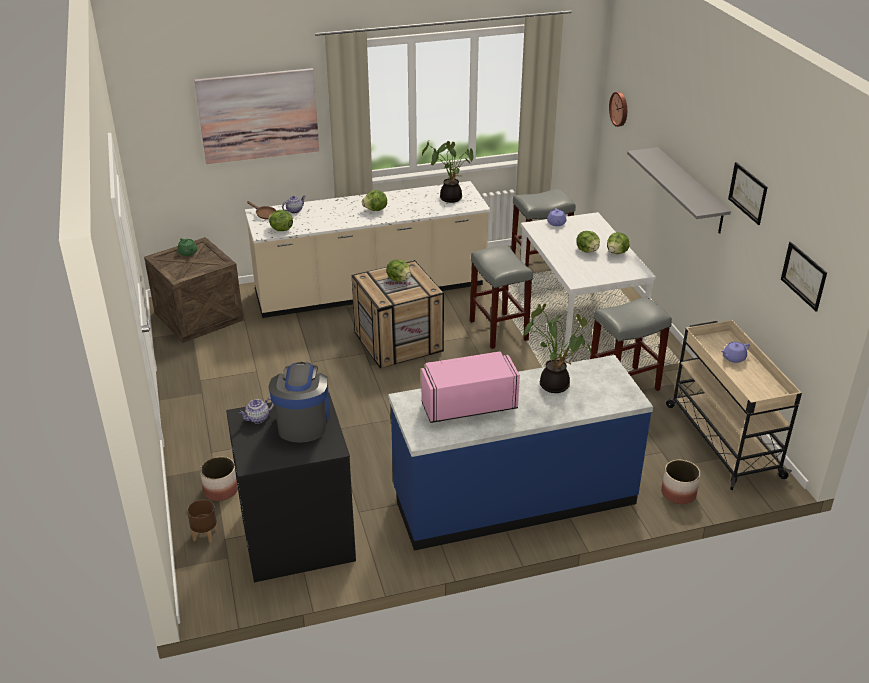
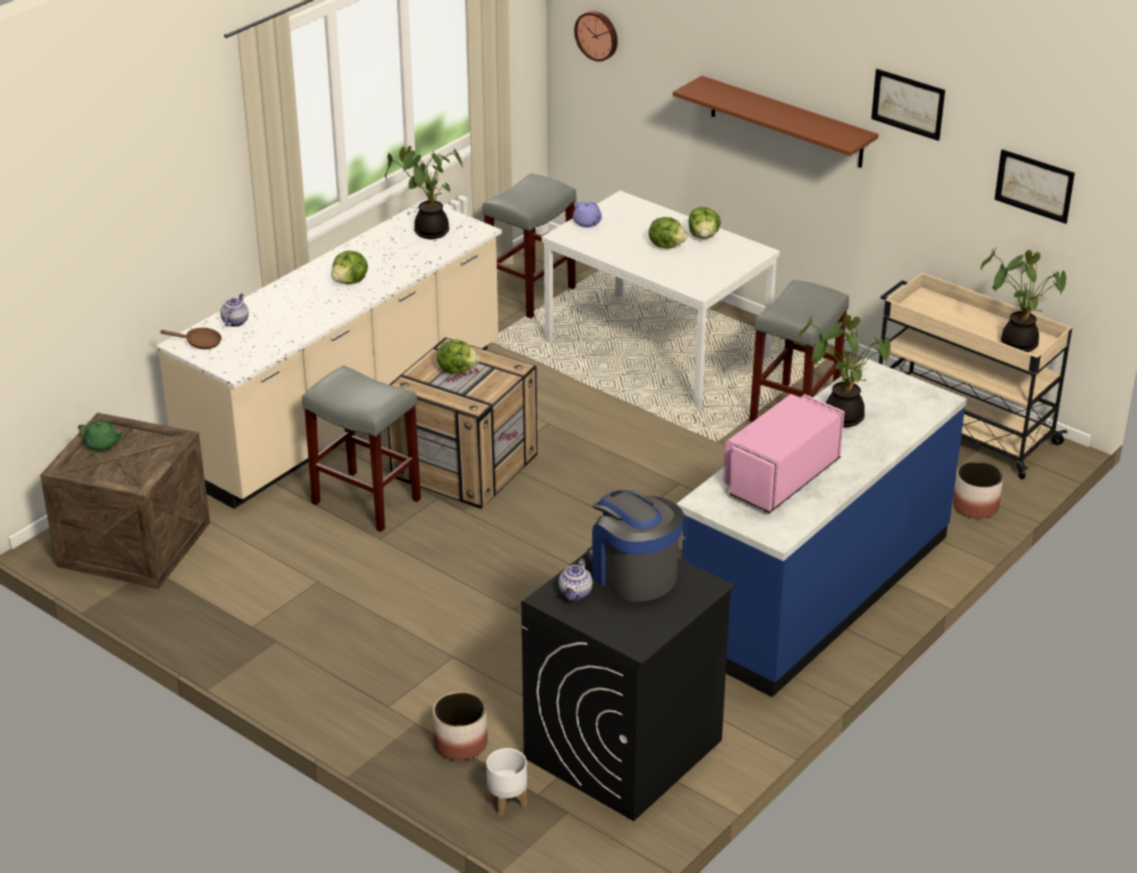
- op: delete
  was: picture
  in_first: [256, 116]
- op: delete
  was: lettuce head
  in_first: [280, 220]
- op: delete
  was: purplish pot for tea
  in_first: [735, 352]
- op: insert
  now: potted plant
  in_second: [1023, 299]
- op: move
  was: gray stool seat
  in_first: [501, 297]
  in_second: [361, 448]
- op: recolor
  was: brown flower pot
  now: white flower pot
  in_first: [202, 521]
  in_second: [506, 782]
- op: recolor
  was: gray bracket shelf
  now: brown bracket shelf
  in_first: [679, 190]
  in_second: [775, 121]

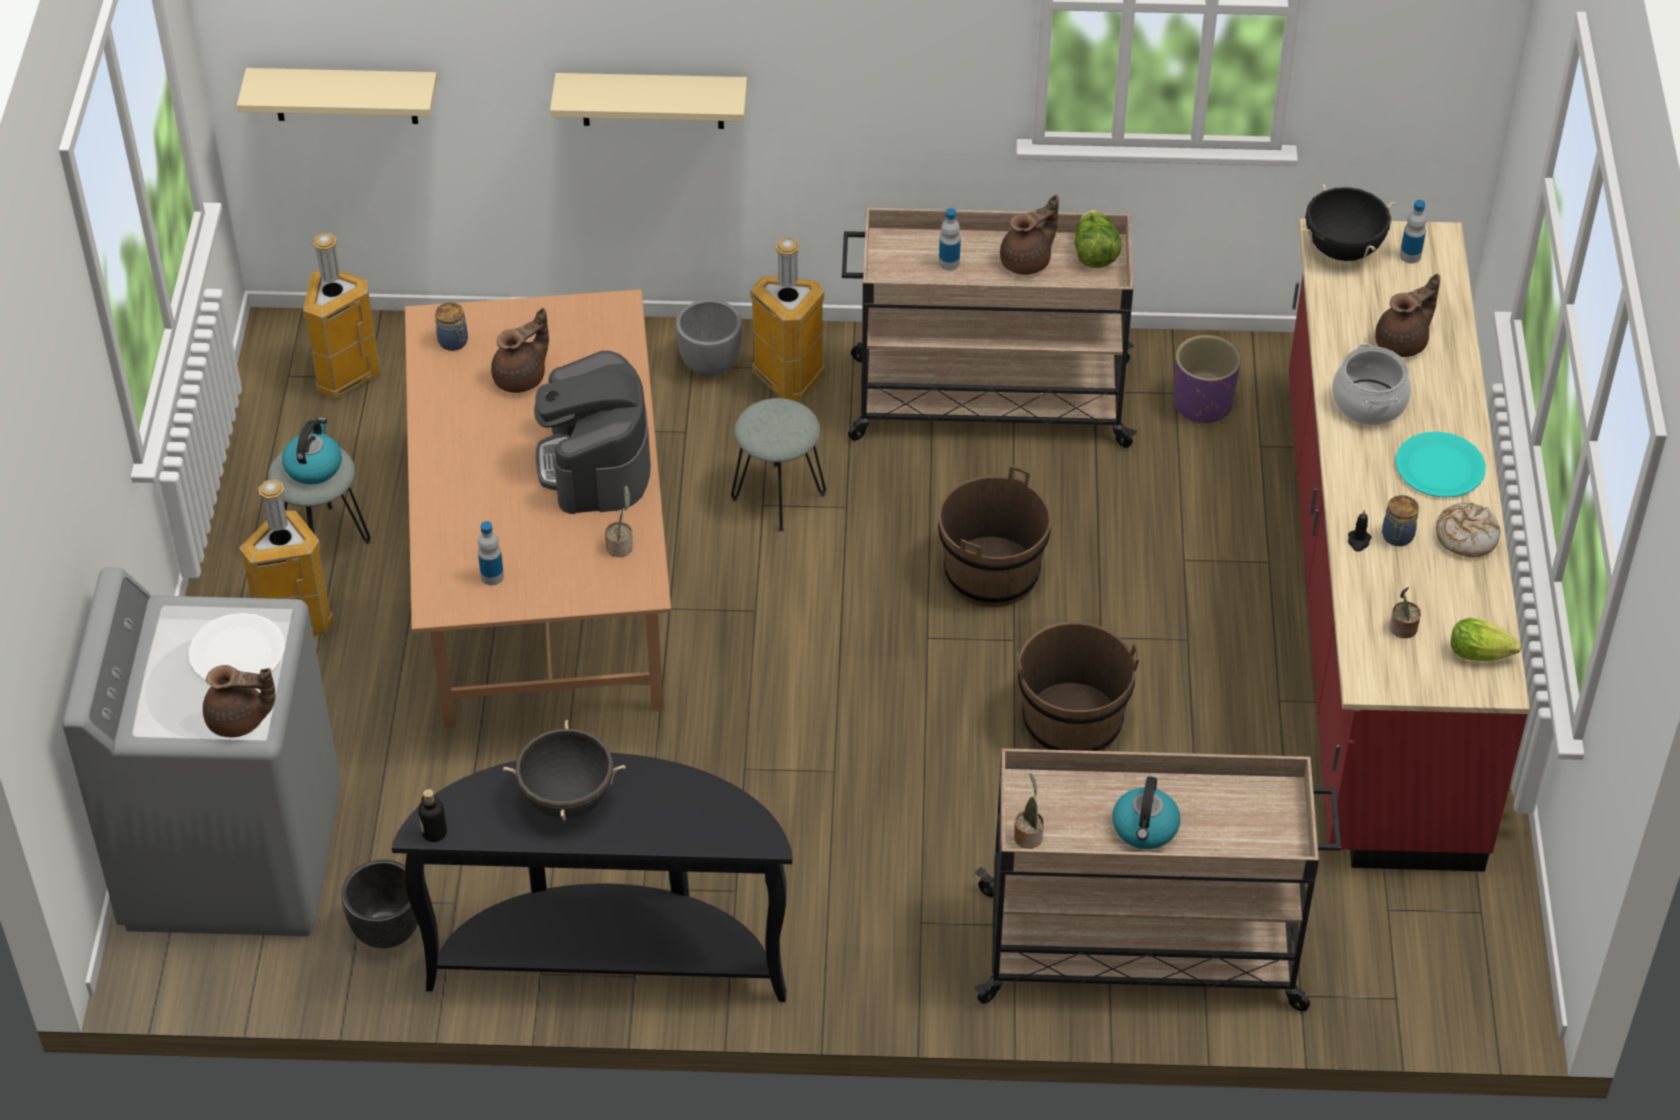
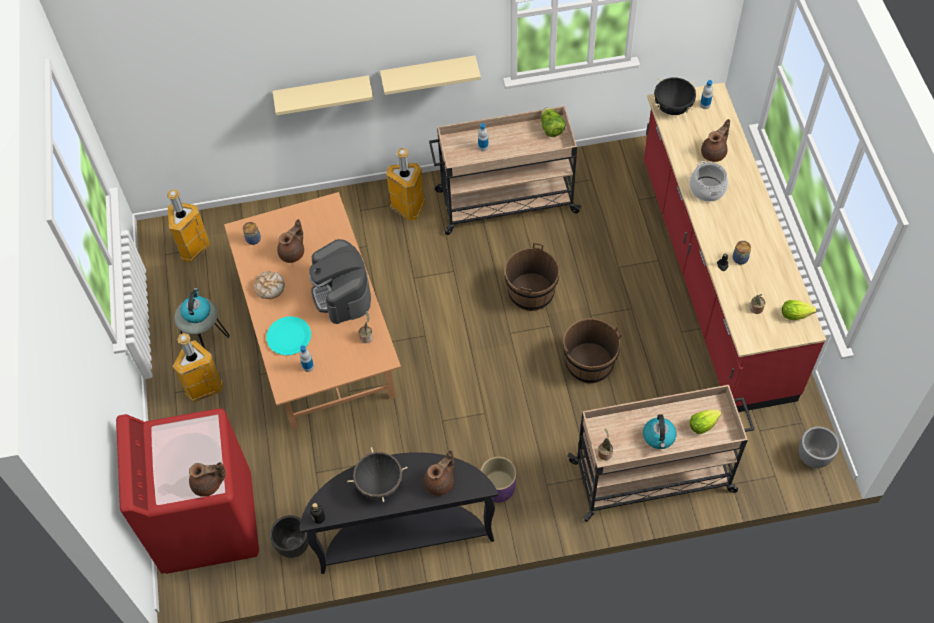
- op: delete
  was: white flat dish
  in_first: [237, 647]
- op: delete
  was: gray stool seat
  in_first: [778, 465]
- op: insert
  now: lettuce head
  in_second: [705, 422]
- op: move
  was: beige bracket shelf
  in_first: [337, 96]
  in_second: [430, 75]
- op: move
  was: gray flower pot
  in_first: [709, 338]
  in_second: [819, 447]
- op: move
  was: brown pot for tea
  in_first: [1029, 235]
  in_second: [439, 473]
- op: move
  was: purplish flower pot
  in_first: [1207, 379]
  in_second: [498, 480]
- op: move
  was: blue-green flat dish
  in_first: [1440, 464]
  in_second: [288, 335]
- op: move
  was: bakery bread
  in_first: [1468, 530]
  in_second: [269, 285]
- op: recolor
  was: gray laundry machine
  now: red-coloured laundry machine
  in_first: [201, 751]
  in_second: [187, 491]

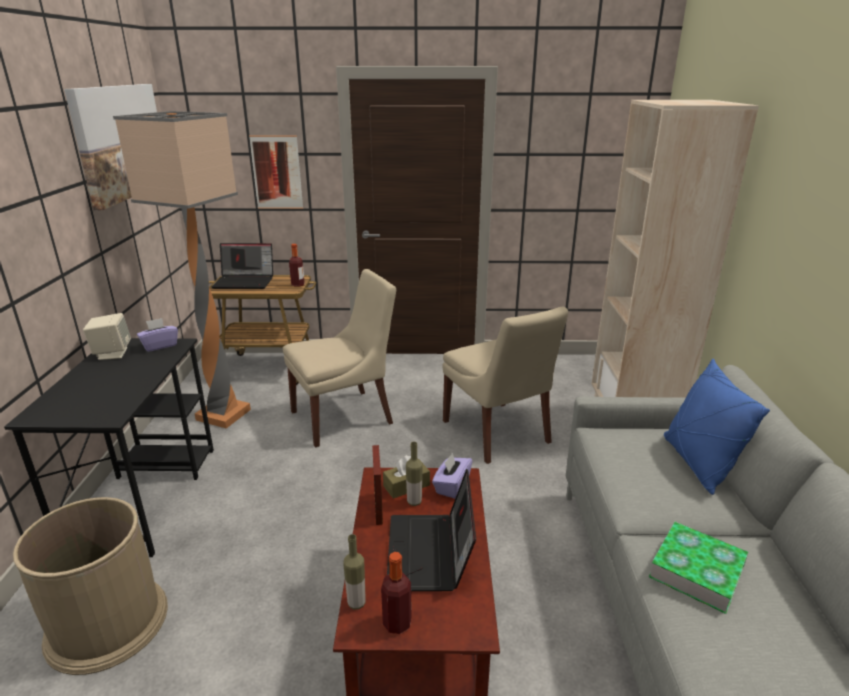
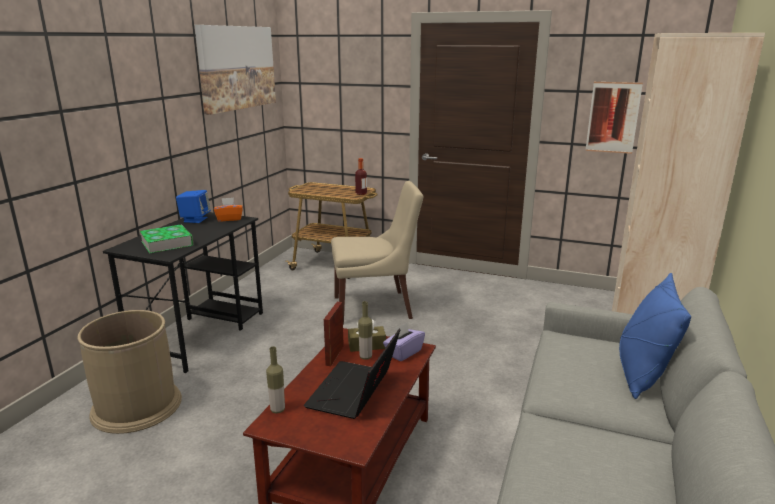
- op: delete
  was: floor lamp
  in_first: [182, 269]
- op: delete
  was: notebook computer
  in_first: [242, 266]
- op: delete
  was: beverage bottle
  in_first: [396, 593]
- op: delete
  was: beige chair
  in_first: [505, 385]
- op: move
  was: picture
  in_first: [276, 172]
  in_second: [614, 118]
- op: move
  was: bound book
  in_first: [698, 568]
  in_second: [167, 239]
- op: recolor
  was: beige loudspeaker
  now: blue-coloured loudspeaker
  in_first: [107, 336]
  in_second: [193, 206]
- op: recolor
  was: purplish tissue box
  now: orange tissue box
  in_first: [157, 335]
  in_second: [228, 209]

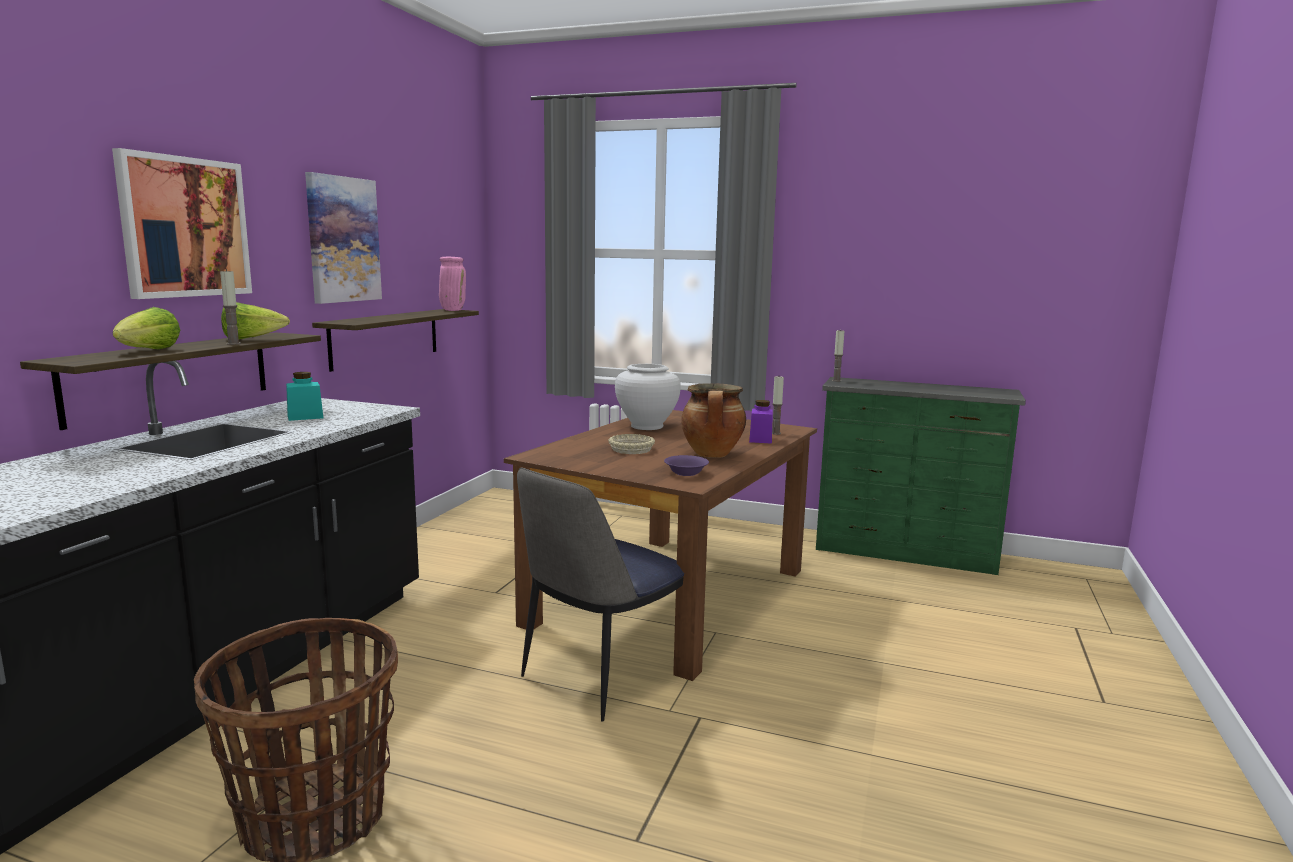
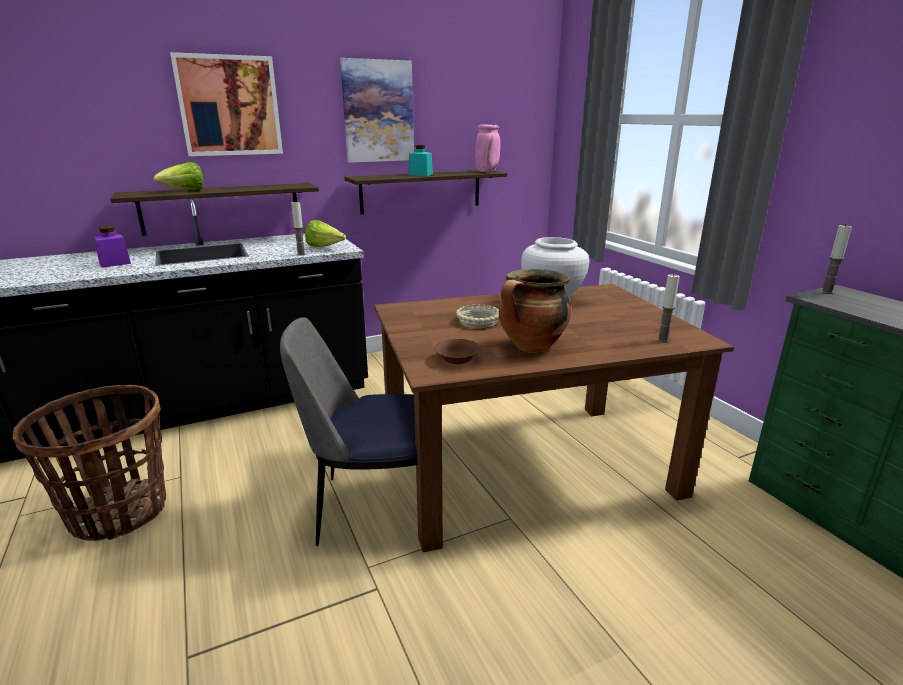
- op: move
  was: candle
  in_first: [230, 307]
  in_second: [298, 228]
- op: move
  was: lettuce head
  in_first: [255, 321]
  in_second: [325, 233]
- op: move
  was: blue-green storage jar
  in_first: [304, 396]
  in_second: [421, 160]
- op: move
  was: purplish storage jar
  in_first: [761, 422]
  in_second: [112, 247]
- op: recolor
  was: purplish serving bowl
  now: brown serving bowl
  in_first: [686, 465]
  in_second: [457, 351]

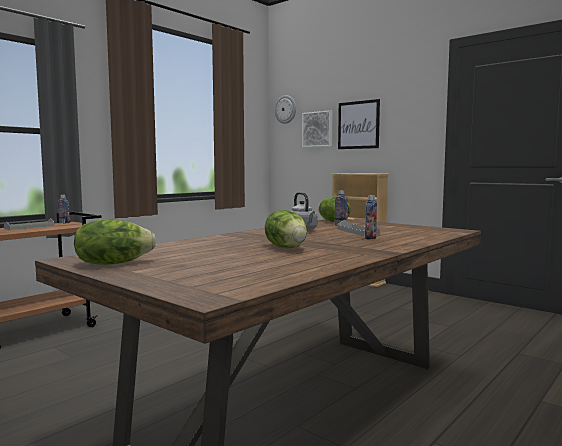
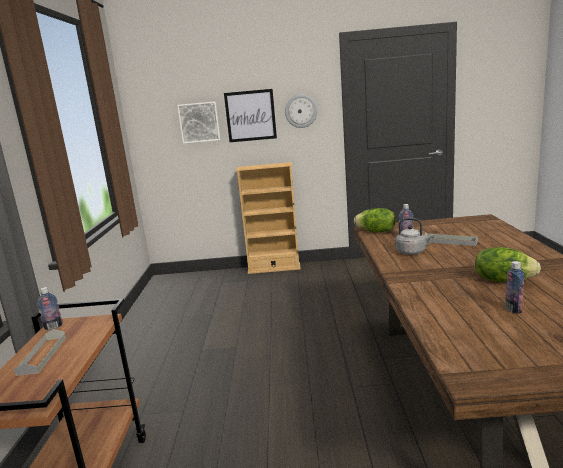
- op: delete
  was: lettuce head
  in_first: [115, 242]
- op: move
  was: hanging clock
  in_first: [285, 109]
  in_second: [301, 111]
- op: move
  was: beverage bottle
  in_first: [371, 217]
  in_second: [514, 287]

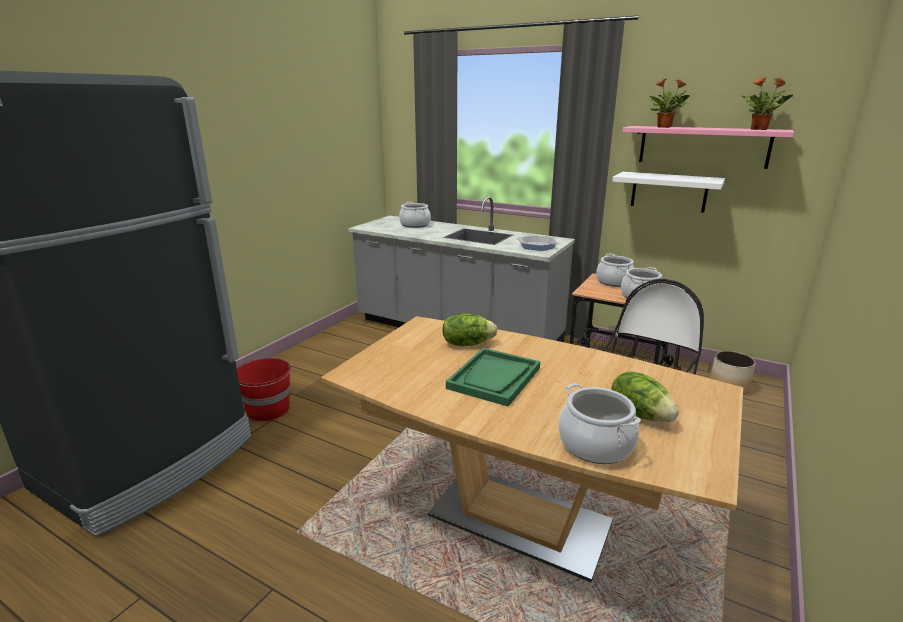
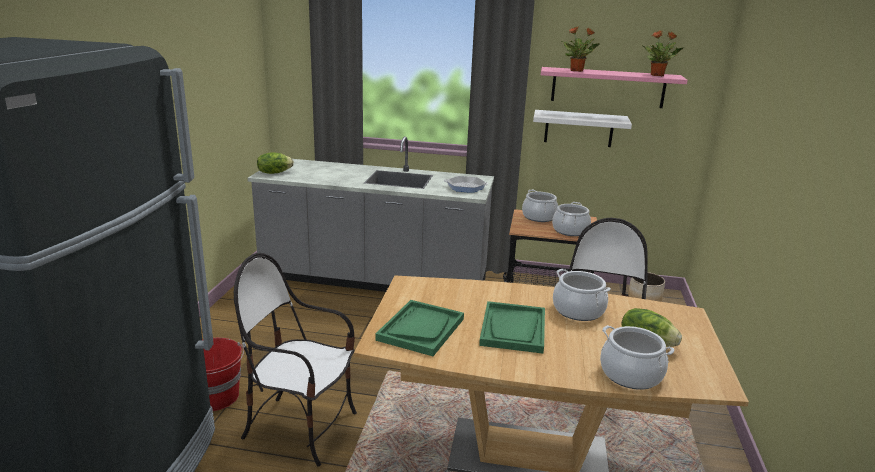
- op: insert
  now: chair
  in_second: [295, 360]
- op: insert
  now: green-coloured serving tray
  in_second: [419, 328]
- op: move
  was: saucepot
  in_first: [415, 215]
  in_second: [582, 295]
- op: move
  was: lettuce head
  in_first: [469, 329]
  in_second: [275, 163]

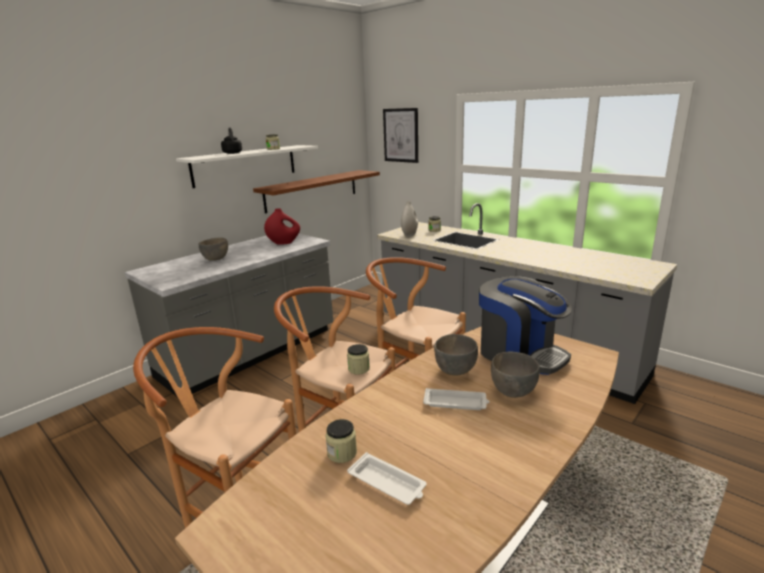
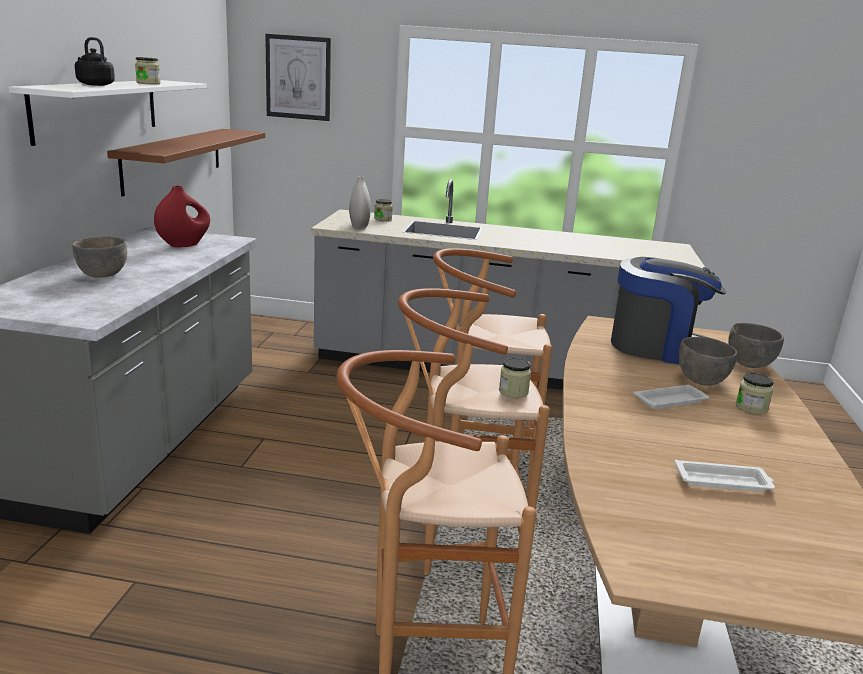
- op: move
  was: storage jar
  in_first: [341, 441]
  in_second: [754, 394]
- op: move
  was: gray serving bowl
  in_first: [456, 355]
  in_second: [756, 345]

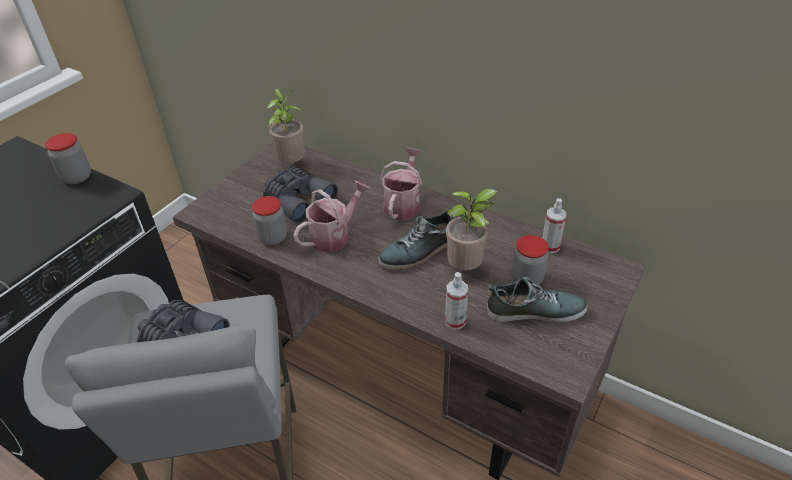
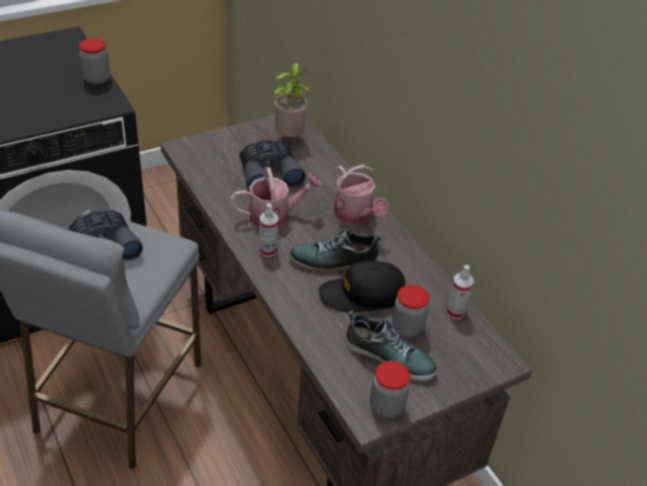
- op: move
  was: storage jar
  in_first: [269, 220]
  in_second: [390, 389]
- op: move
  was: sprayer
  in_first: [456, 301]
  in_second: [268, 230]
- op: replace
  was: potted plant
  now: black baseball cap
  in_first: [471, 229]
  in_second: [362, 286]
- op: rotate
  was: watering can
  in_first: [401, 184]
  in_second: [361, 194]
  clockwise: 105

